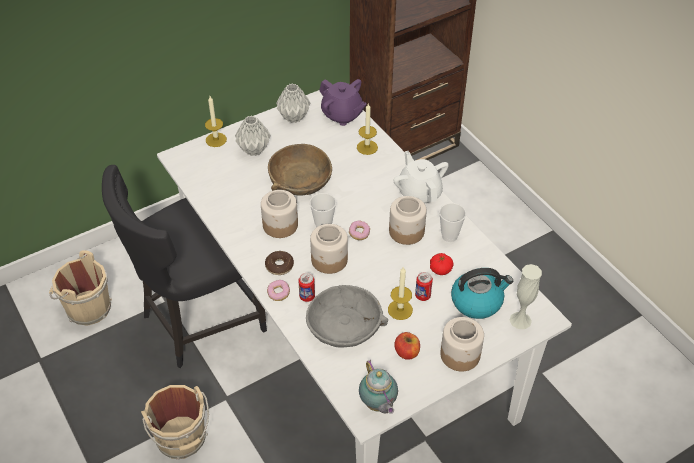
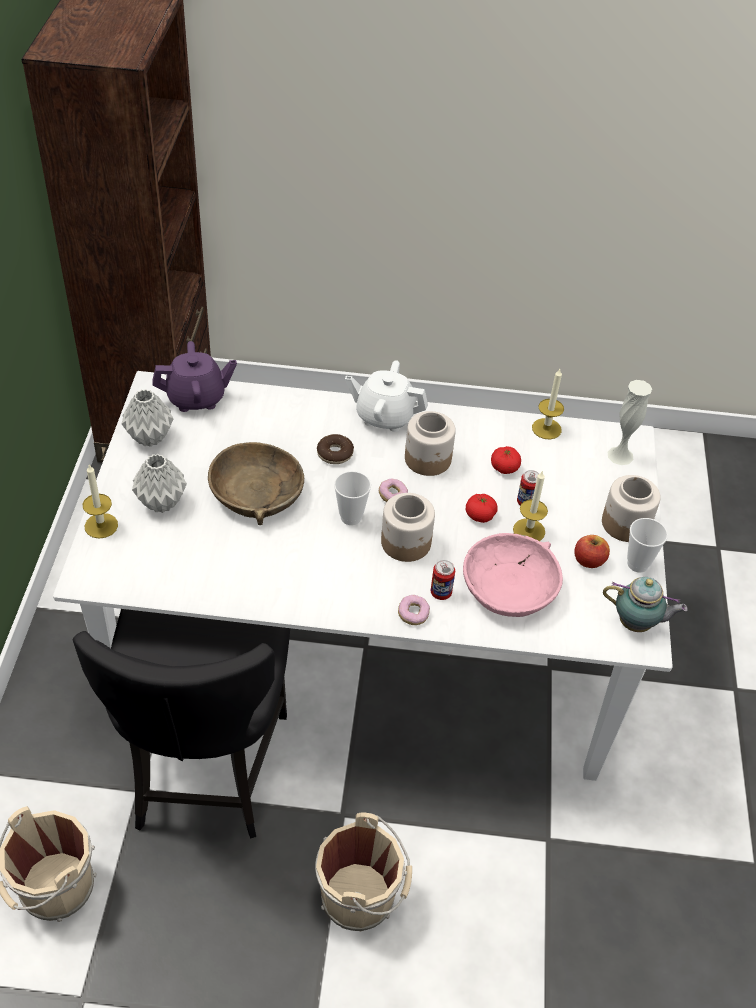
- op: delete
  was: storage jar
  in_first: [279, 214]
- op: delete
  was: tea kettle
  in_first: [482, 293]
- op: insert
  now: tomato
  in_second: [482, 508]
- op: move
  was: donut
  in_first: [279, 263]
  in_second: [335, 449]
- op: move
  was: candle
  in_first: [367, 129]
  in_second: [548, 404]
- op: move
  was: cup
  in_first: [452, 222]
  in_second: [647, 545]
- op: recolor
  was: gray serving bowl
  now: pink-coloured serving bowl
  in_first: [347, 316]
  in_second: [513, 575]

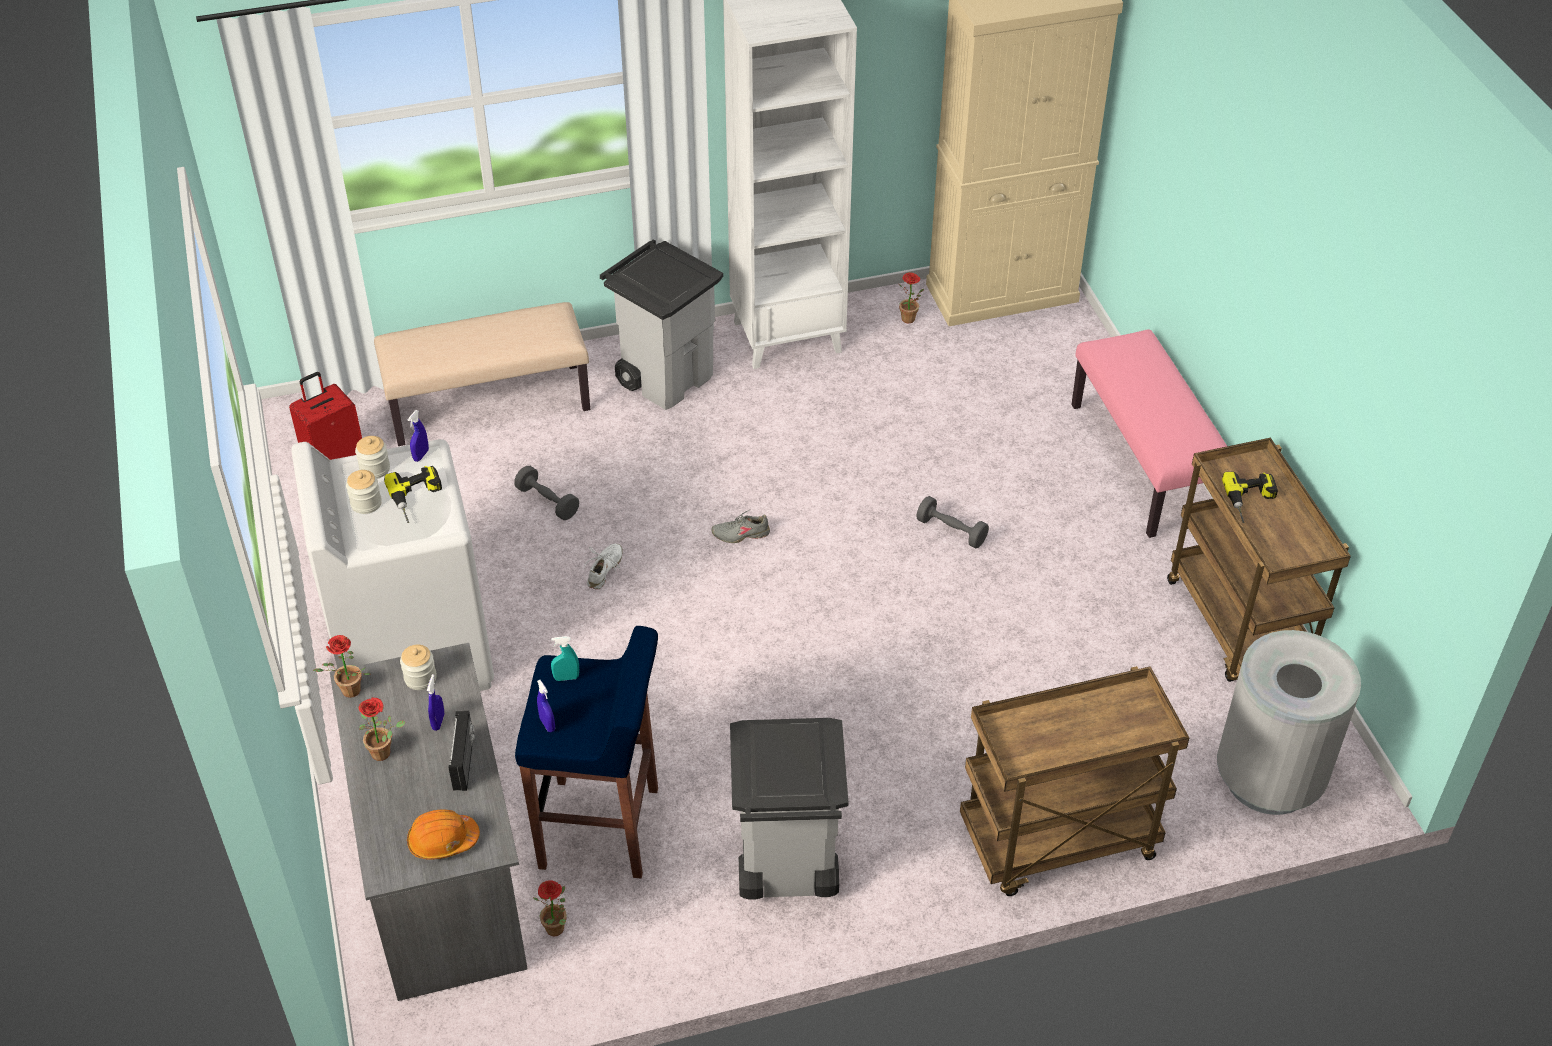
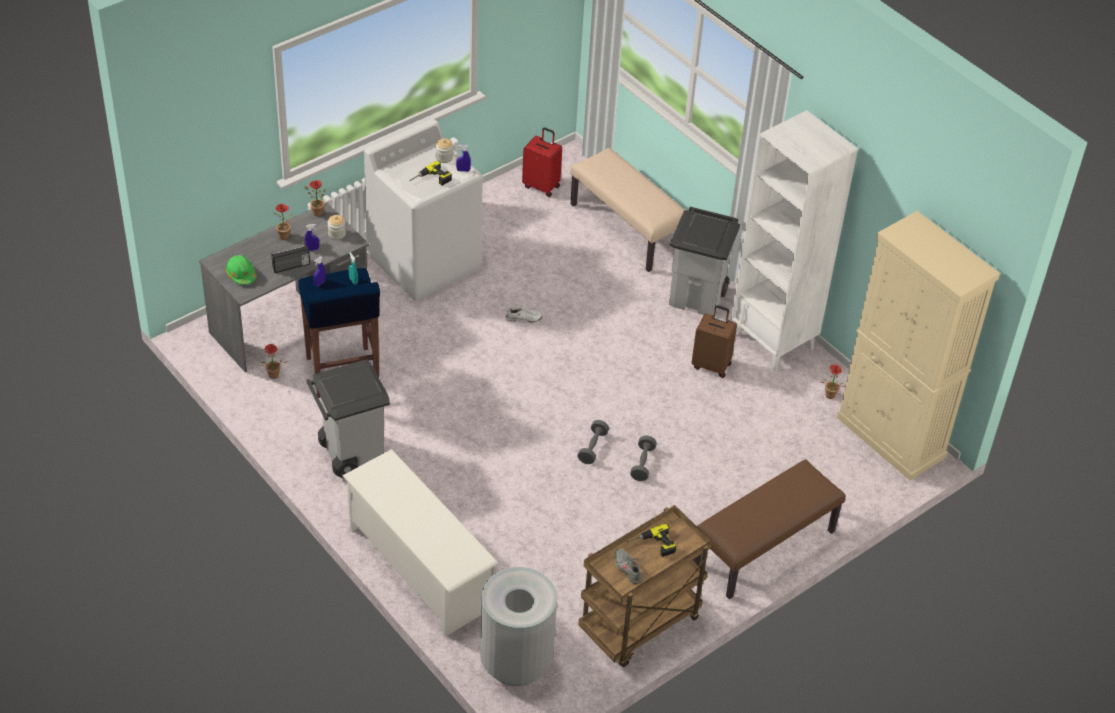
- op: delete
  was: storage jar
  in_first: [364, 492]
- op: insert
  now: brown piece of luggage
  in_second: [714, 341]
- op: move
  was: gray free weight
  in_first: [546, 493]
  in_second: [593, 442]
- op: move
  was: gray shoe
  in_first: [741, 526]
  in_second: [631, 566]
- op: replace
  was: brown wheeled cart
  now: white shoe shelf
  in_first: [1074, 781]
  in_second: [420, 543]
- op: recolor
  was: orange work helmet
  now: green-coloured work helmet
  in_first: [443, 834]
  in_second: [241, 270]
- op: recolor
  was: pink-coloured long seat
  now: brown long seat
  in_first: [1149, 434]
  in_second: [770, 529]

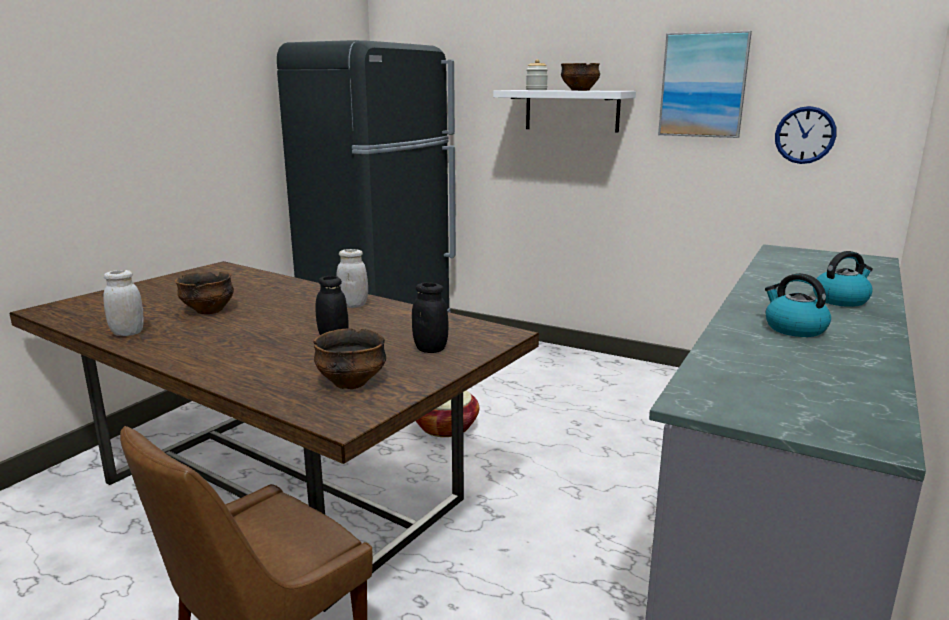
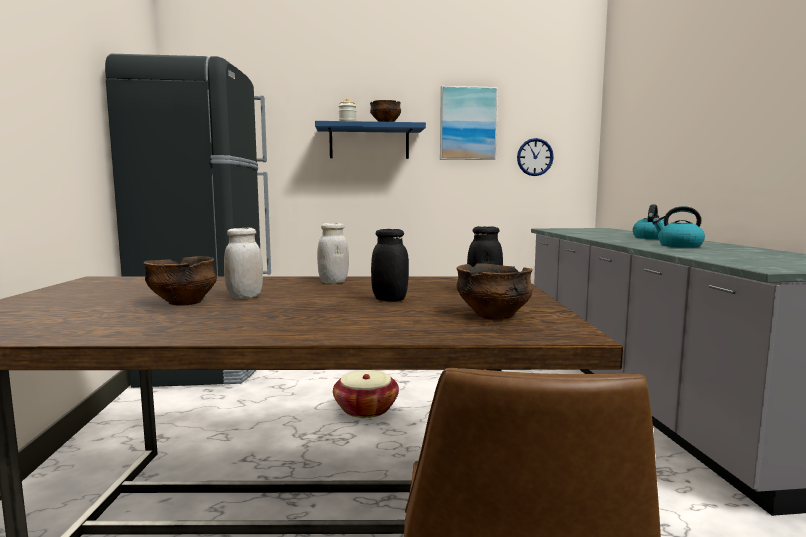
- op: move
  was: white storage jar
  in_first: [123, 303]
  in_second: [243, 263]
- op: recolor
  was: white bracket shelf
  now: blue-coloured bracket shelf
  in_first: [564, 111]
  in_second: [370, 140]

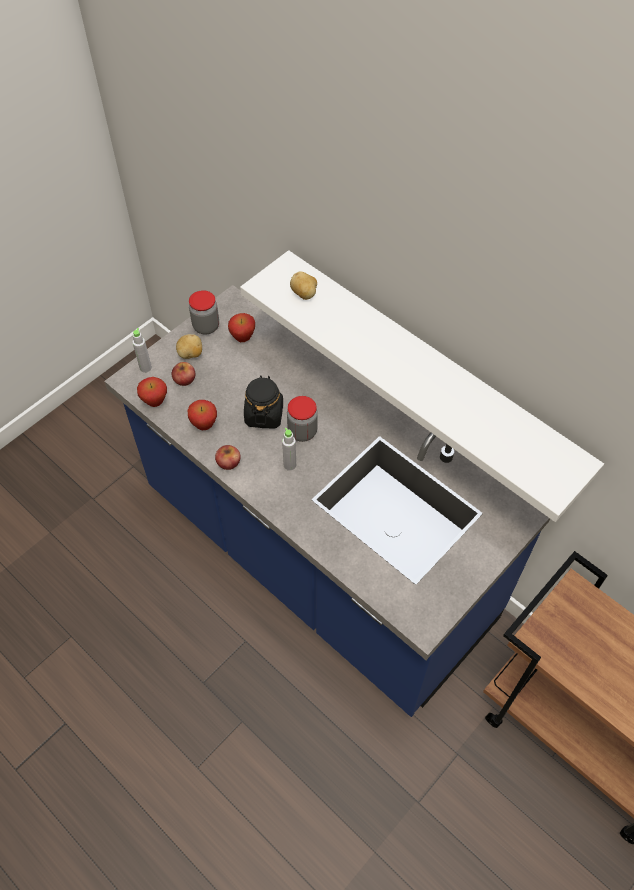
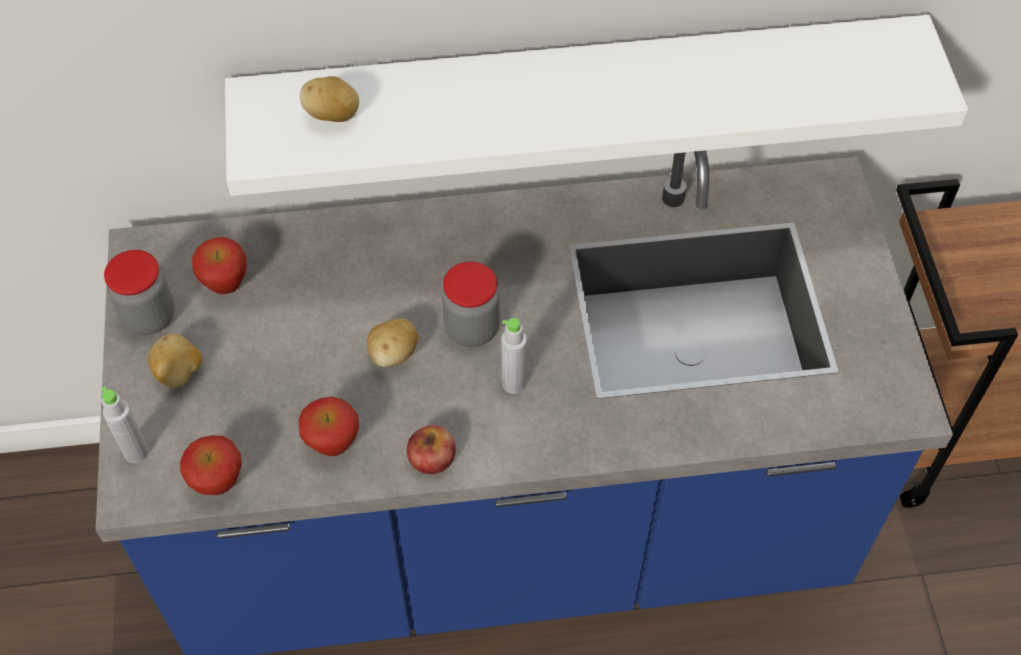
- op: delete
  was: whole apple
  in_first: [183, 374]
- op: replace
  was: black storage jar
  now: whole potato
  in_first: [263, 401]
  in_second: [392, 342]

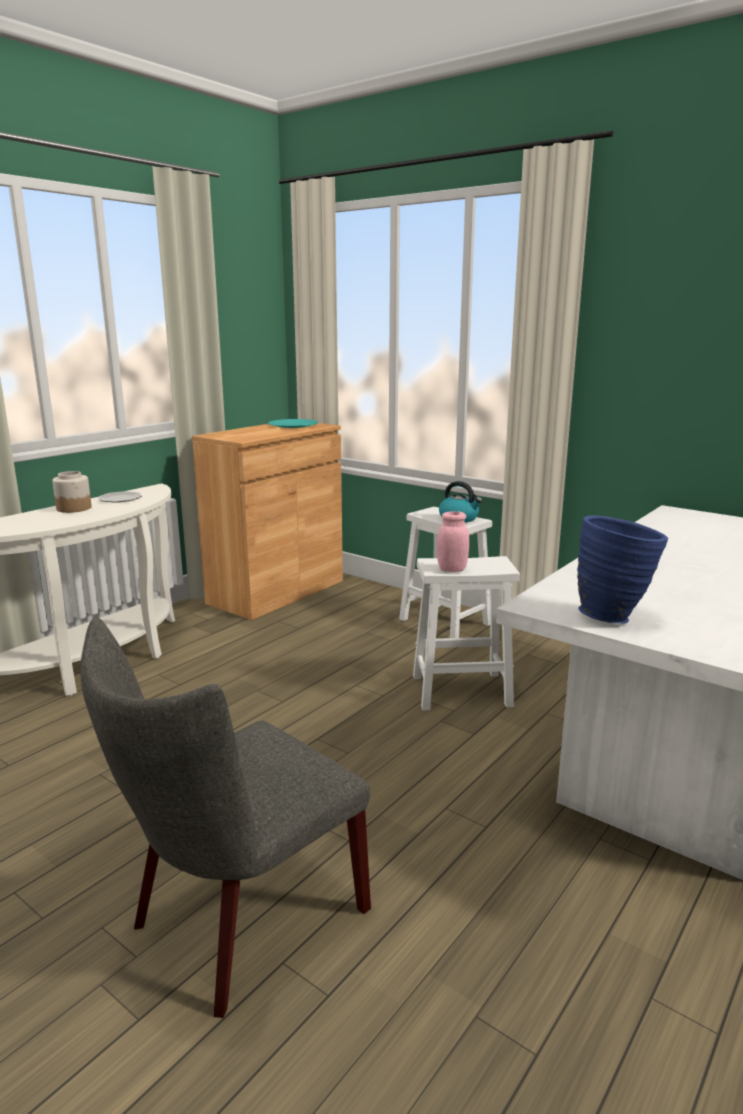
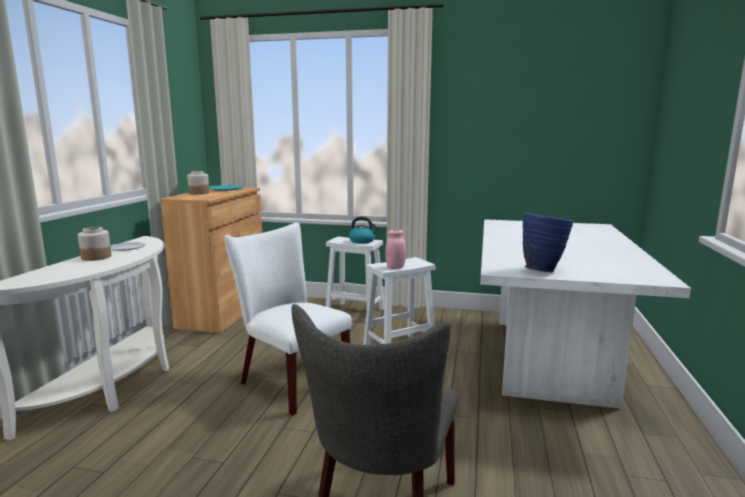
- op: insert
  now: storage jar
  in_second: [198, 182]
- op: insert
  now: white chair
  in_second: [288, 319]

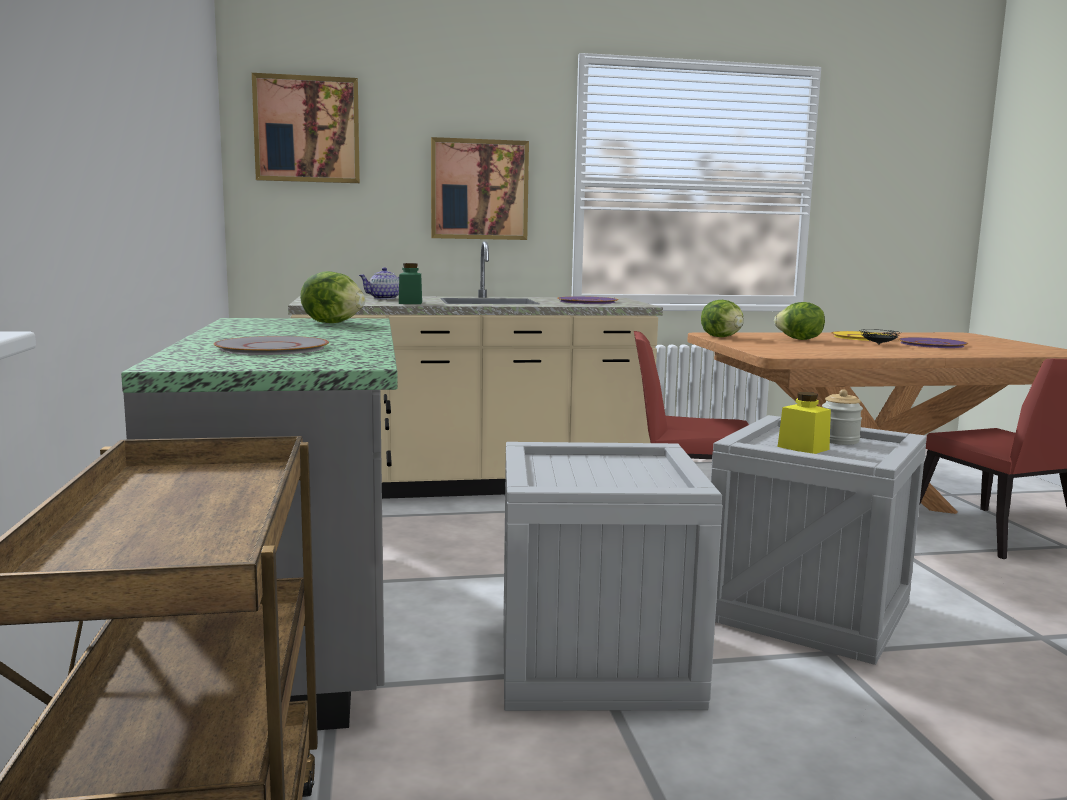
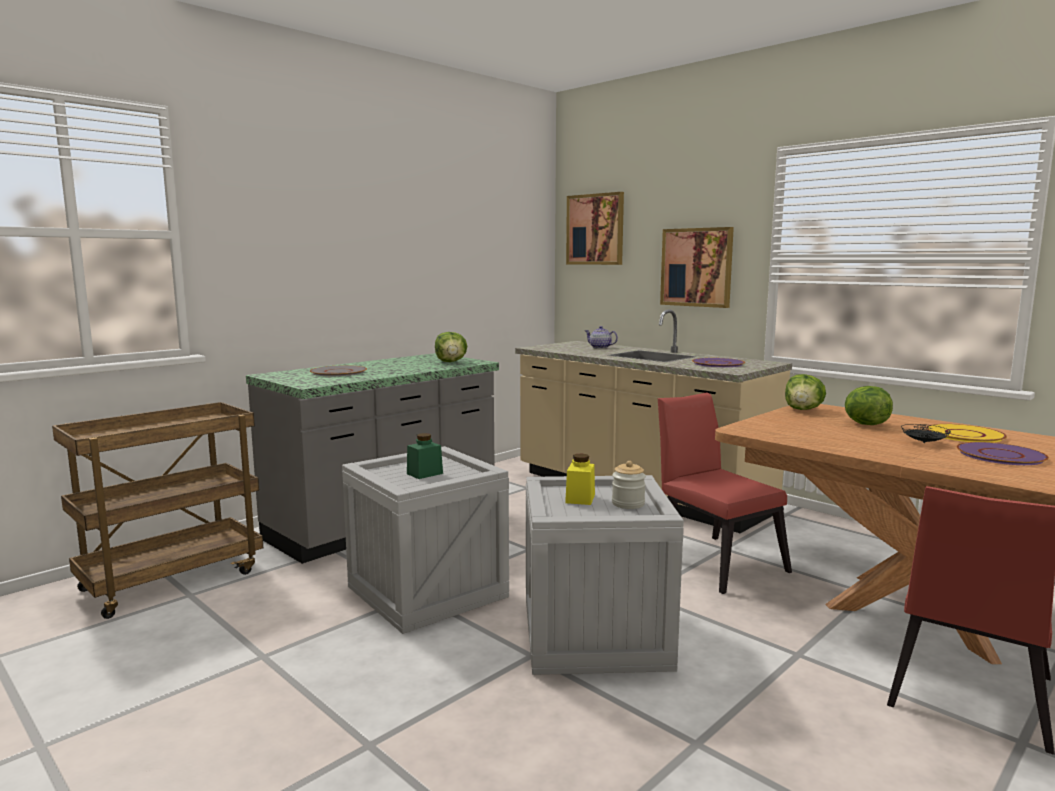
- op: move
  was: green-coloured storage jar
  in_first: [410, 283]
  in_second: [425, 456]

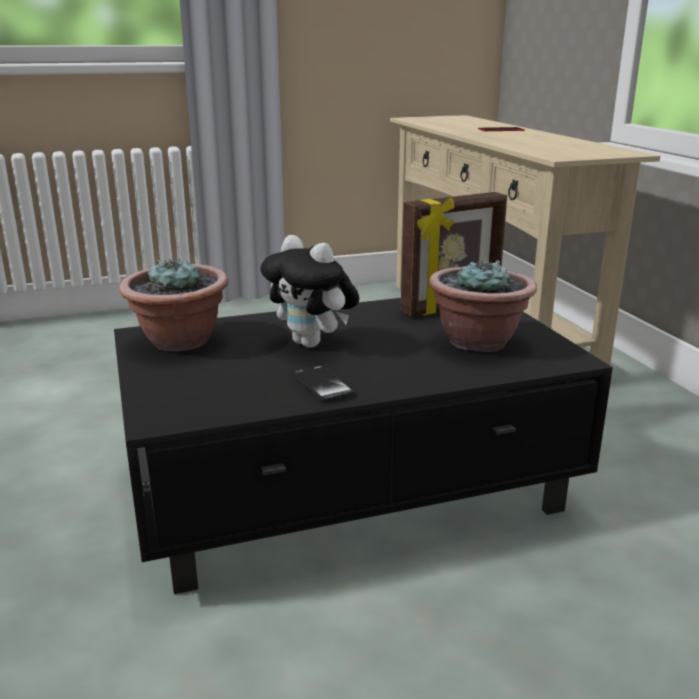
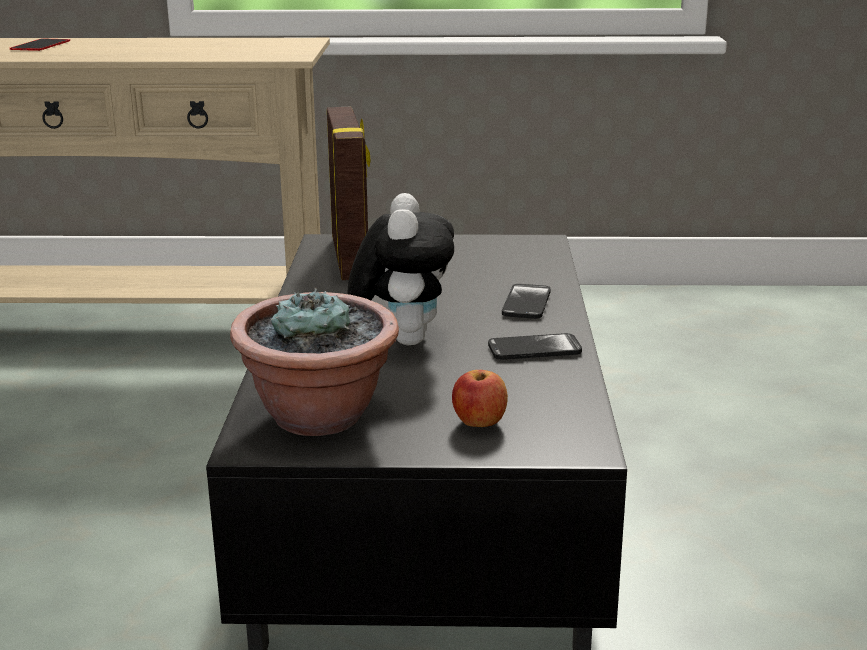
- op: delete
  was: potted plant
  in_first: [483, 304]
- op: insert
  now: whole apple
  in_second: [480, 398]
- op: insert
  now: phone
  in_second: [526, 301]
- op: rotate
  was: soft toy
  in_first: [309, 291]
  in_second: [400, 269]
  clockwise: -60

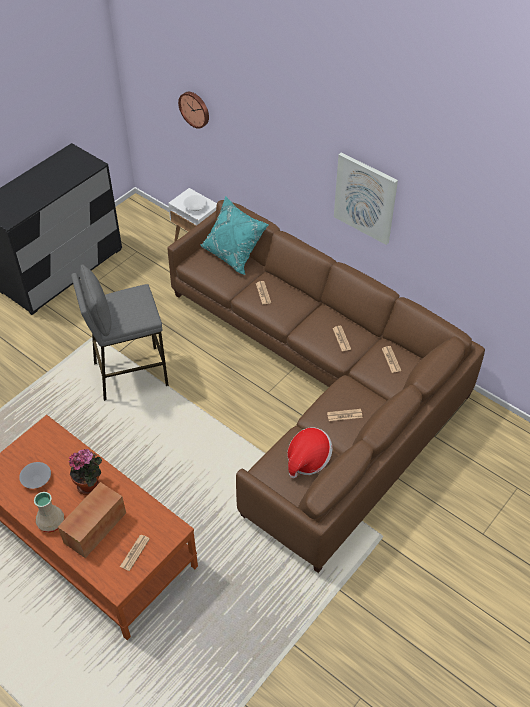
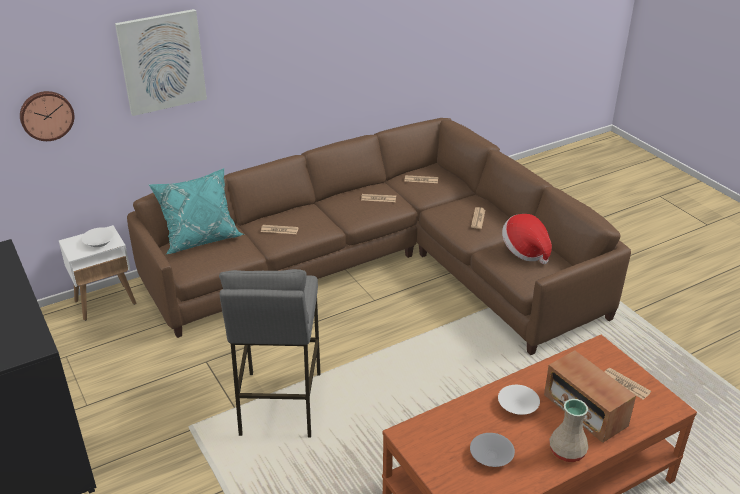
- op: move
  was: picture
  in_first: [366, 198]
  in_second: [161, 62]
- op: replace
  was: potted plant
  now: white serving bowl
  in_first: [85, 472]
  in_second: [519, 400]

